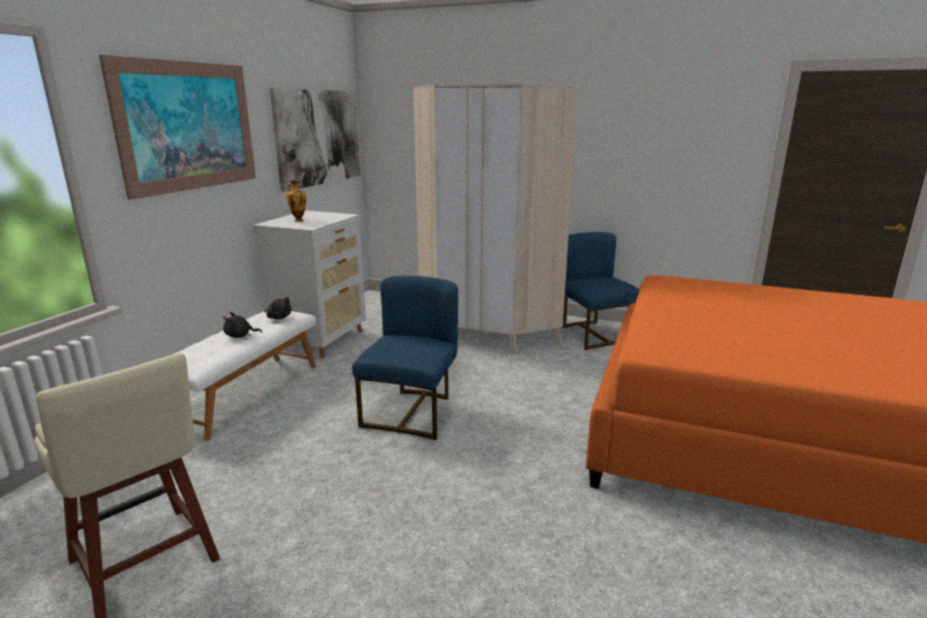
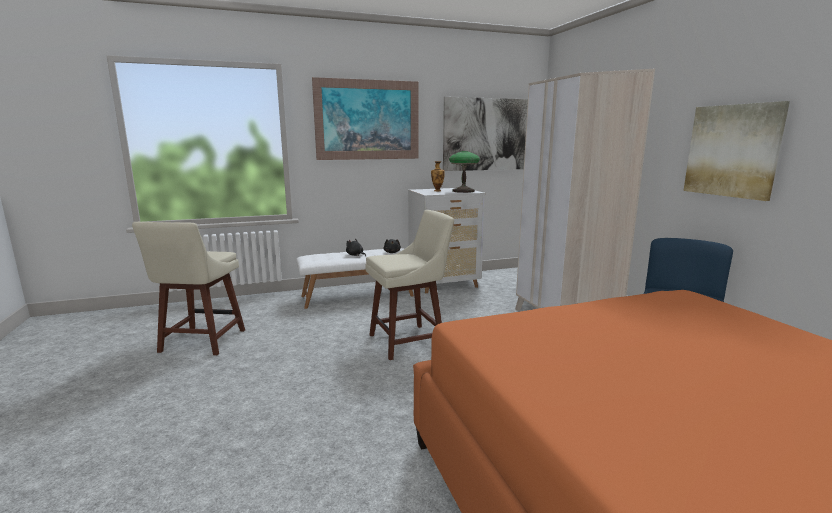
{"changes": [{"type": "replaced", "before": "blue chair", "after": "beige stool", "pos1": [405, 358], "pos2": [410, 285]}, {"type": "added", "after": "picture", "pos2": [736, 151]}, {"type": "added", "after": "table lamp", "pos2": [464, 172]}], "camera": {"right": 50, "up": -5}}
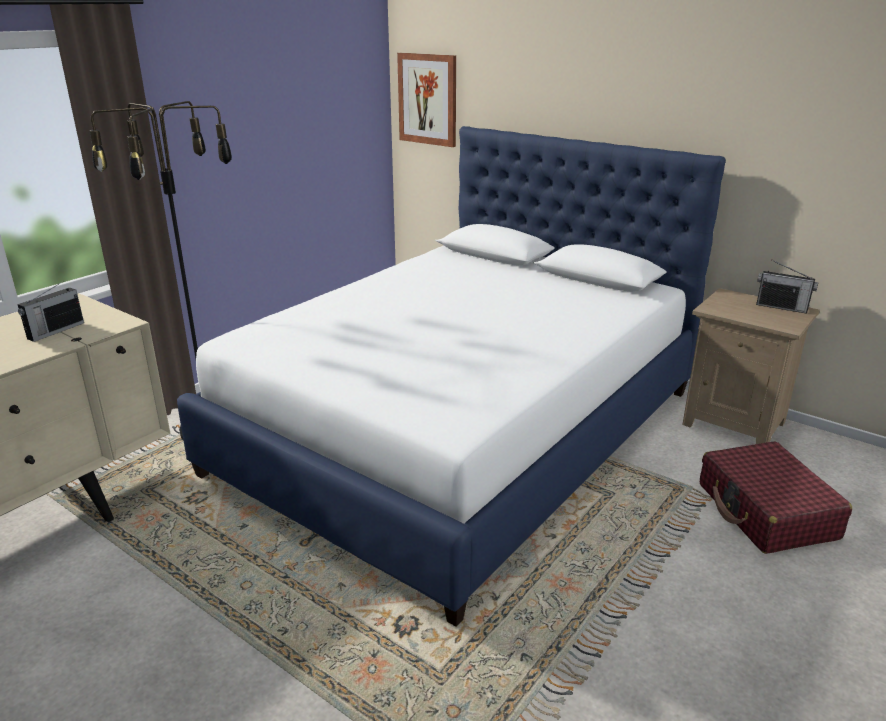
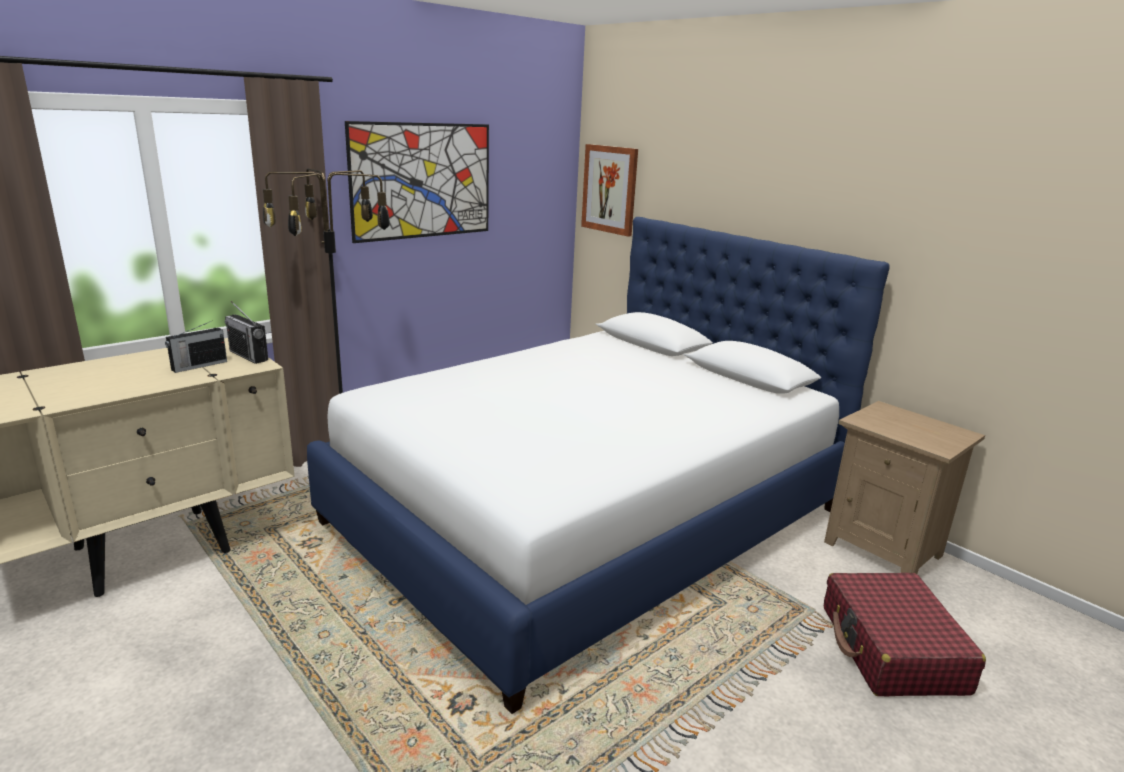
{"changes": [{"type": "moved", "before": "radio", "pos1": [787, 286], "pos2": [246, 332]}, {"type": "added", "after": "picture", "pos2": [417, 182]}], "camera": {"right": 10, "up": -5}}
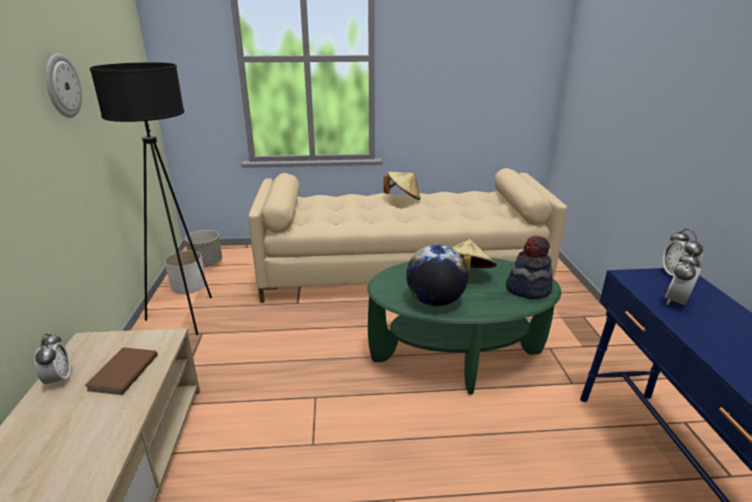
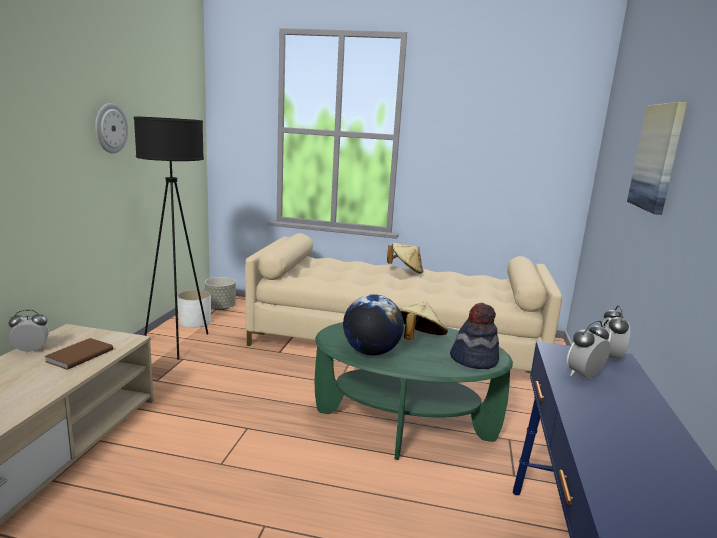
{"changes": [{"type": "turned", "before": "alarm clock", "pos1": [52, 359], "pos2": [29, 331], "turn": -105}, {"type": "added", "after": "picture", "pos2": [657, 158]}], "camera": {"right": 15, "up": -10}}
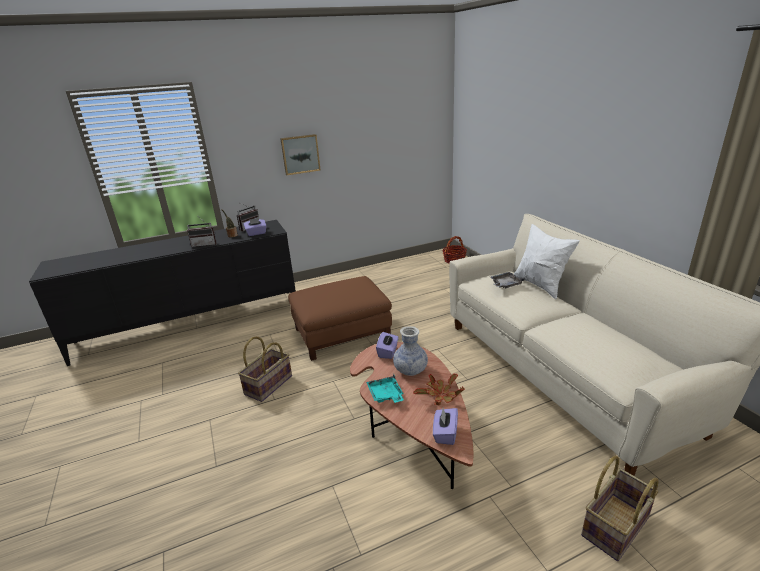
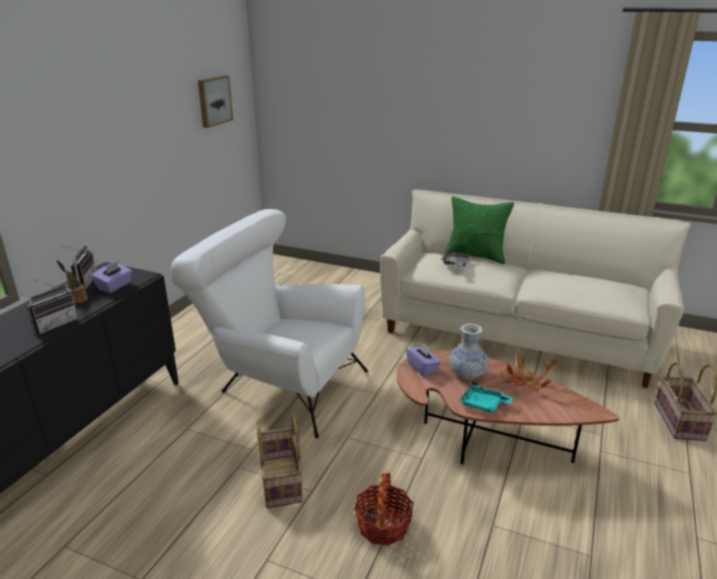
{"changes": [{"type": "moved", "before": "picture", "pos1": [300, 154], "pos2": [215, 101]}, {"type": "recoloured", "before": "white pillow", "after": "green pillow", "pos1": [547, 261], "pos2": [479, 230]}, {"type": "moved", "before": "basket", "pos1": [454, 249], "pos2": [383, 509]}, {"type": "replaced", "before": "brown ottoman", "after": "white armchair", "pos1": [340, 318], "pos2": [269, 323]}, {"type": "removed", "before": "purple tissue box", "pos1": [445, 426]}], "camera": {"right": -45, "up": 0}}
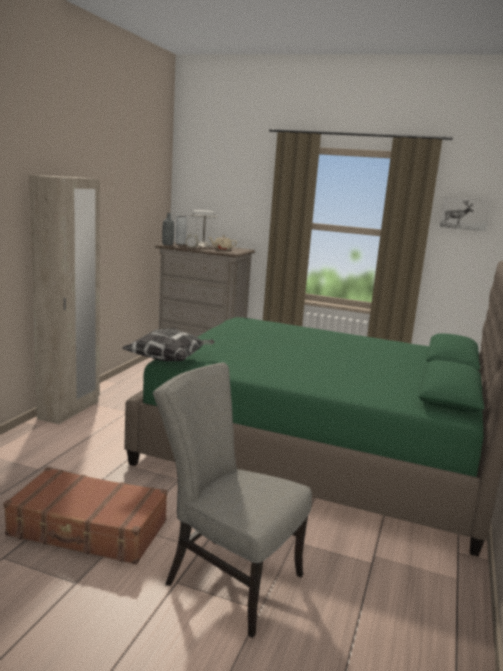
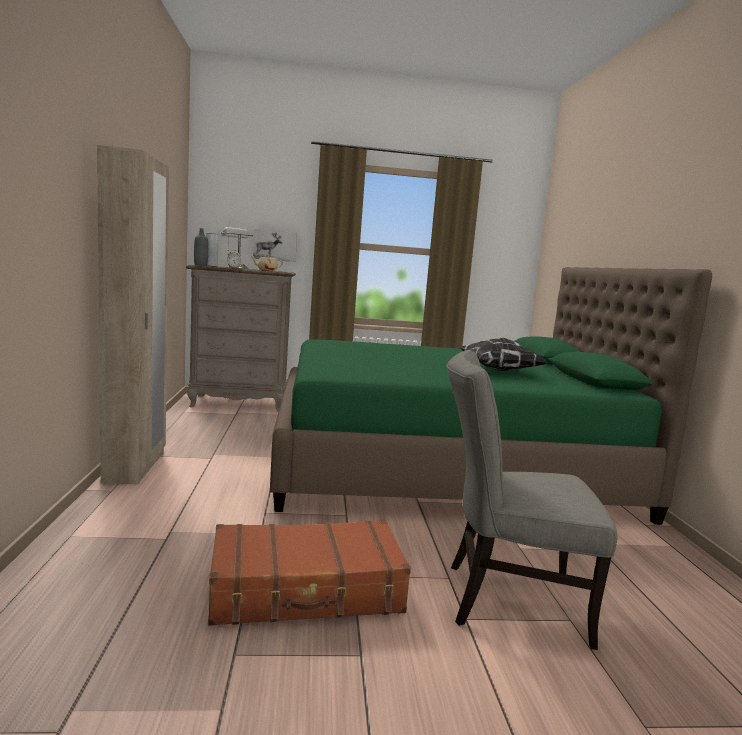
{"changes": [{"type": "moved", "before": "picture", "pos1": [465, 214], "pos2": [275, 245]}, {"type": "moved", "before": "pillow", "pos1": [168, 345], "pos2": [503, 354]}], "camera": {"right": -25, "up": -5}}
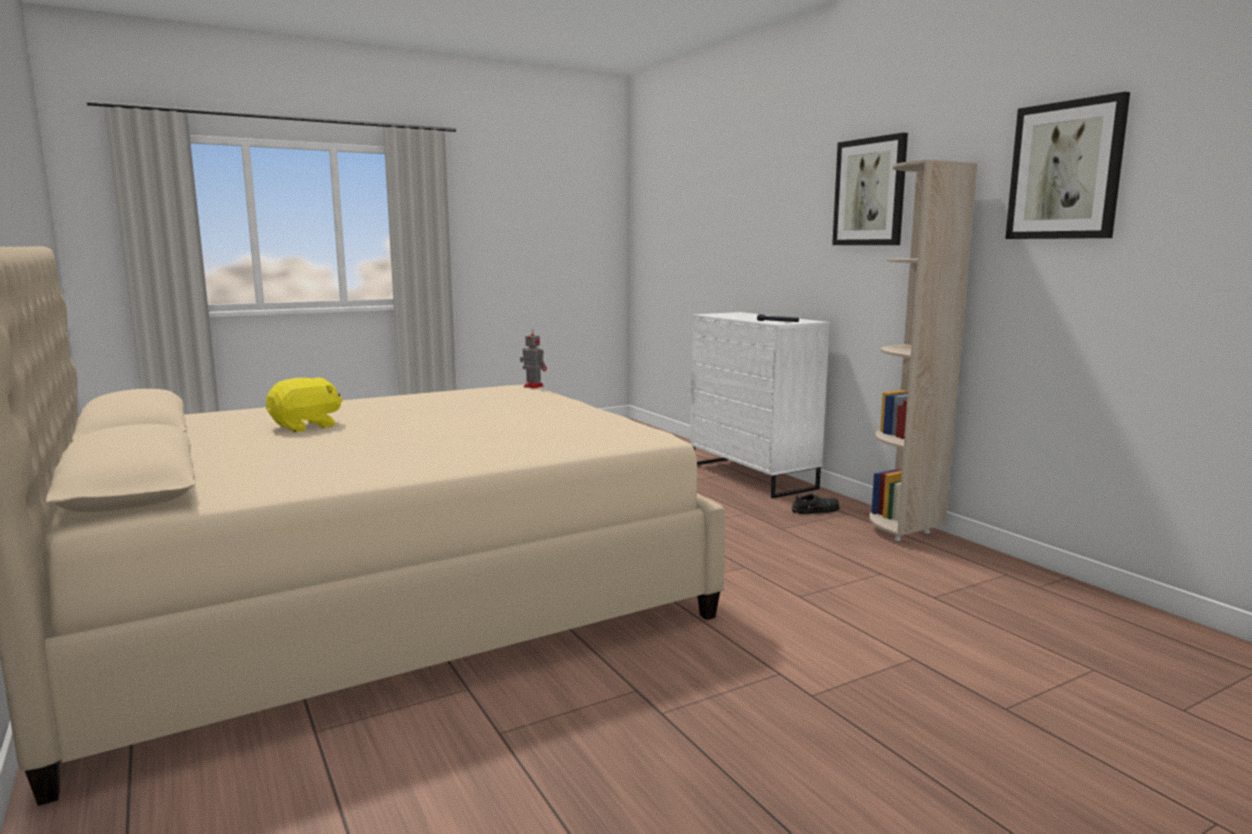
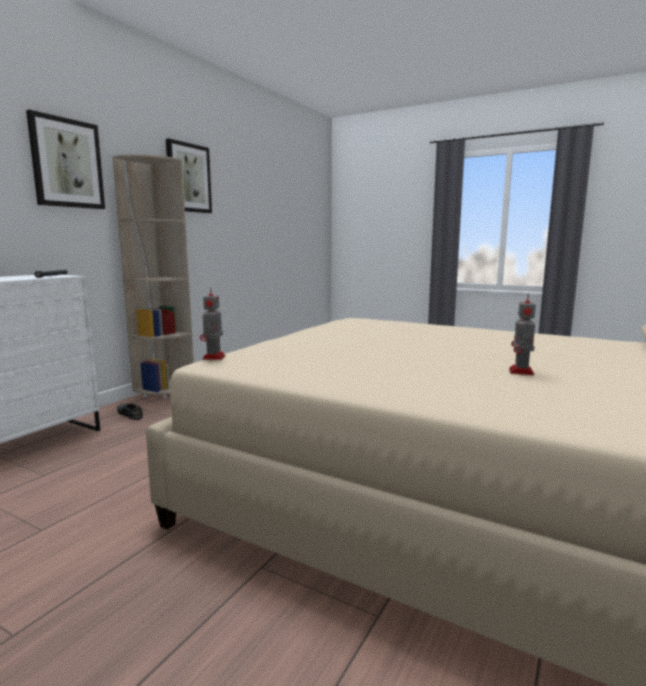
{"changes": [{"type": "replaced", "before": "yellow plush toy", "after": "toy robot", "pos1": [304, 404], "pos2": [522, 334]}], "camera": {"right": -120, "up": 0}}
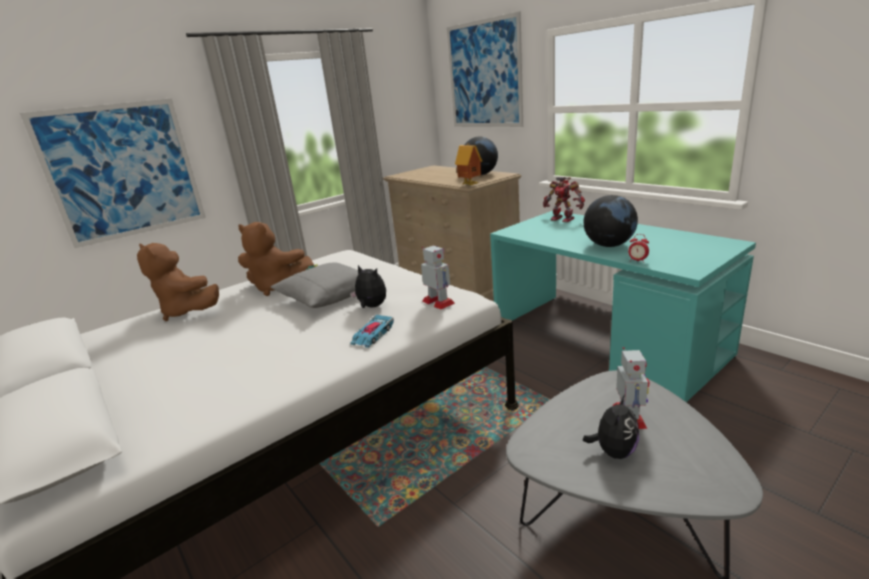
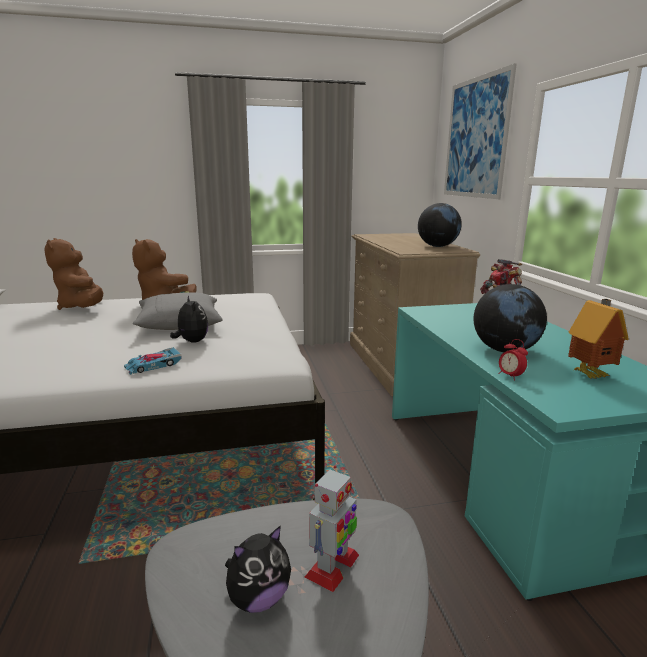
{"changes": [{"type": "removed", "before": "picture", "pos1": [113, 173]}, {"type": "moved", "before": "toy house", "pos1": [468, 164], "pos2": [598, 339]}, {"type": "removed", "before": "toy robot", "pos1": [438, 277]}], "camera": {"right": 25, "up": -5}}
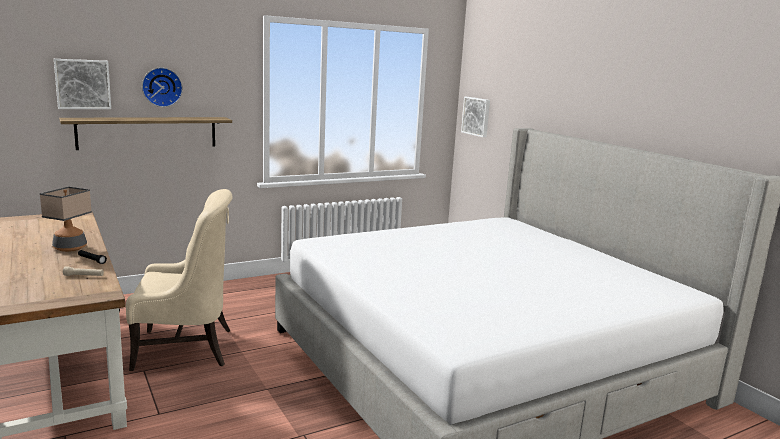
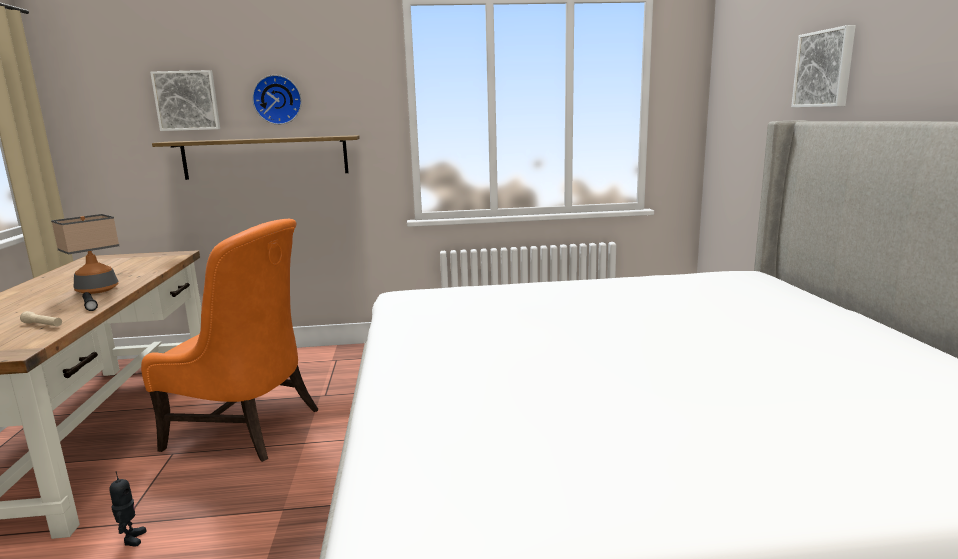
{"changes": [{"type": "moved", "before": "picture", "pos1": [475, 117], "pos2": [823, 66]}, {"type": "recoloured", "before": "beige chair", "after": "orange chair", "pos1": [179, 280], "pos2": [229, 340]}, {"type": "added", "after": "toy robot", "pos2": [127, 509]}], "camera": {"right": 25, "up": 0}}
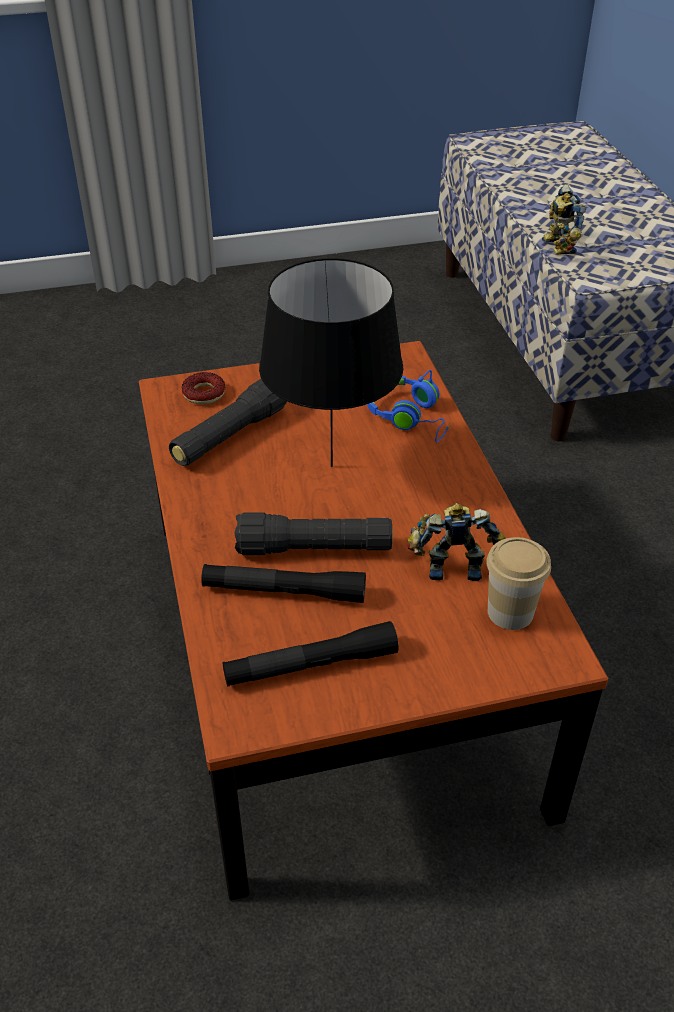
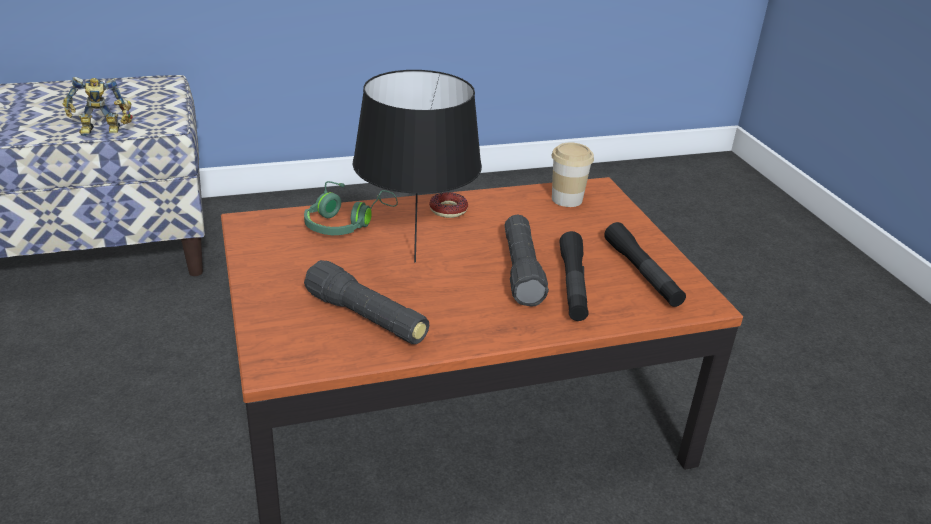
{"changes": [{"type": "recoloured", "before": "blue headphones", "after": "green headphones", "pos1": [408, 406], "pos2": [351, 208]}, {"type": "moved", "before": "donut", "pos1": [204, 388], "pos2": [448, 205]}, {"type": "removed", "before": "toy robot", "pos1": [456, 542]}], "camera": {"right": -95, "up": -10}}
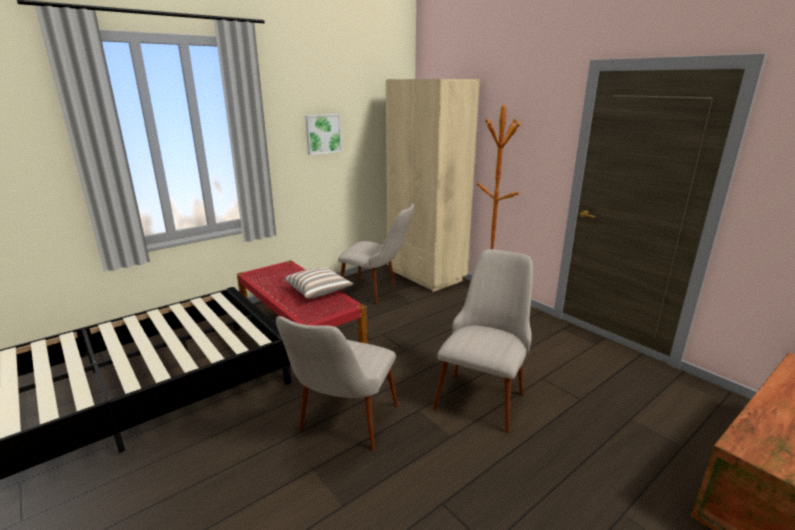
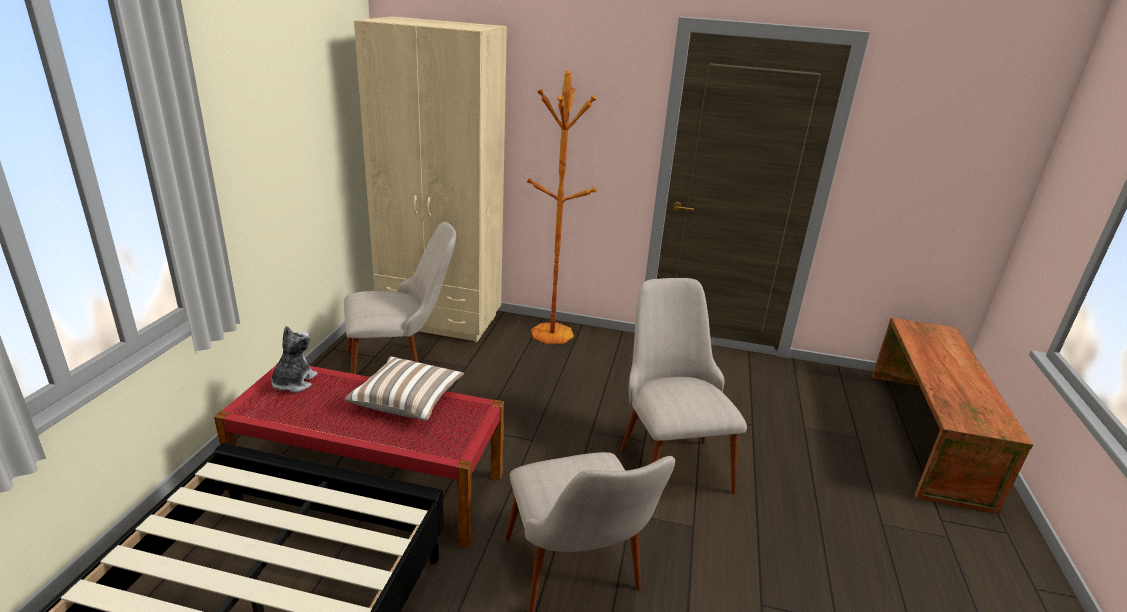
{"changes": [{"type": "removed", "before": "picture", "pos1": [323, 134]}, {"type": "added", "after": "plush toy", "pos2": [294, 359]}], "camera": {"right": -40, "up": 5}}
